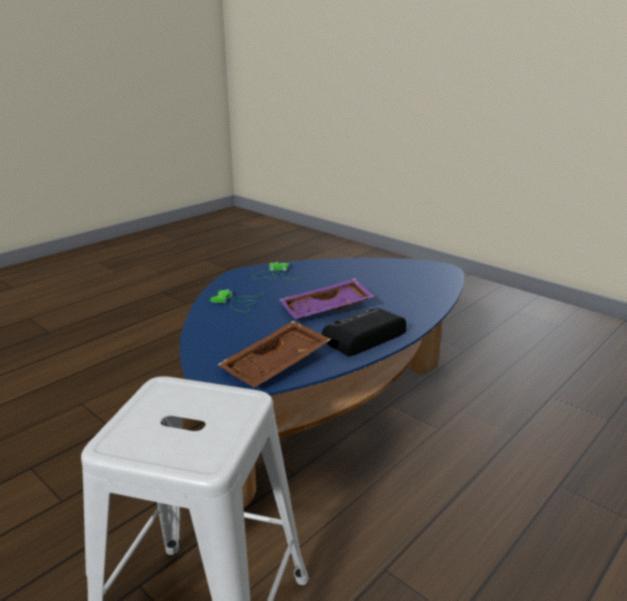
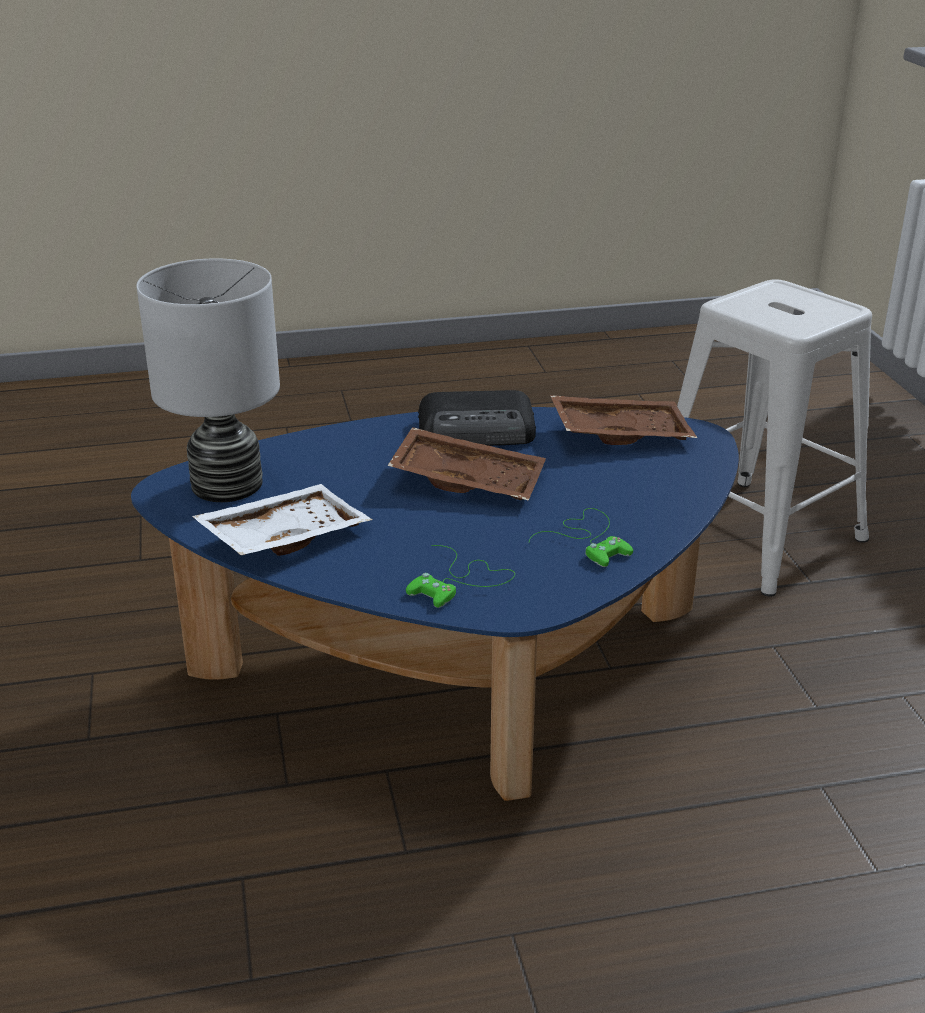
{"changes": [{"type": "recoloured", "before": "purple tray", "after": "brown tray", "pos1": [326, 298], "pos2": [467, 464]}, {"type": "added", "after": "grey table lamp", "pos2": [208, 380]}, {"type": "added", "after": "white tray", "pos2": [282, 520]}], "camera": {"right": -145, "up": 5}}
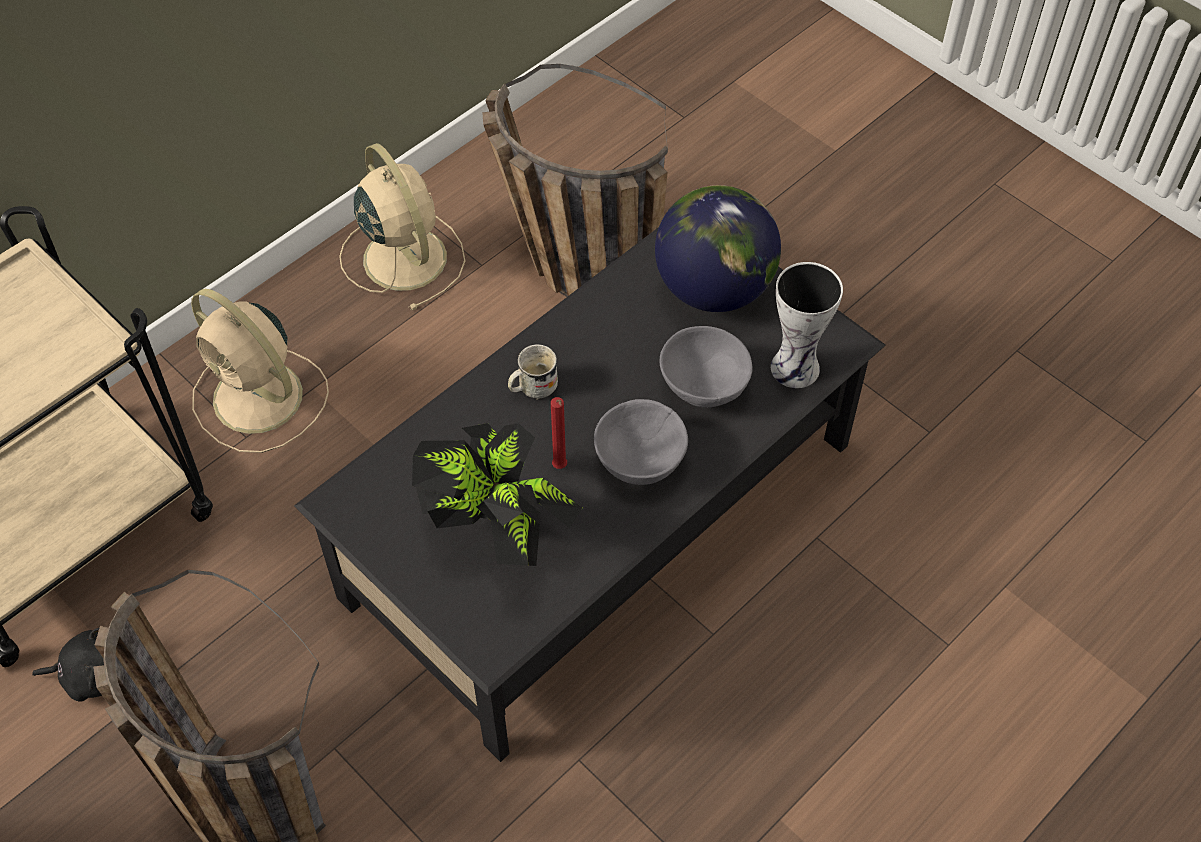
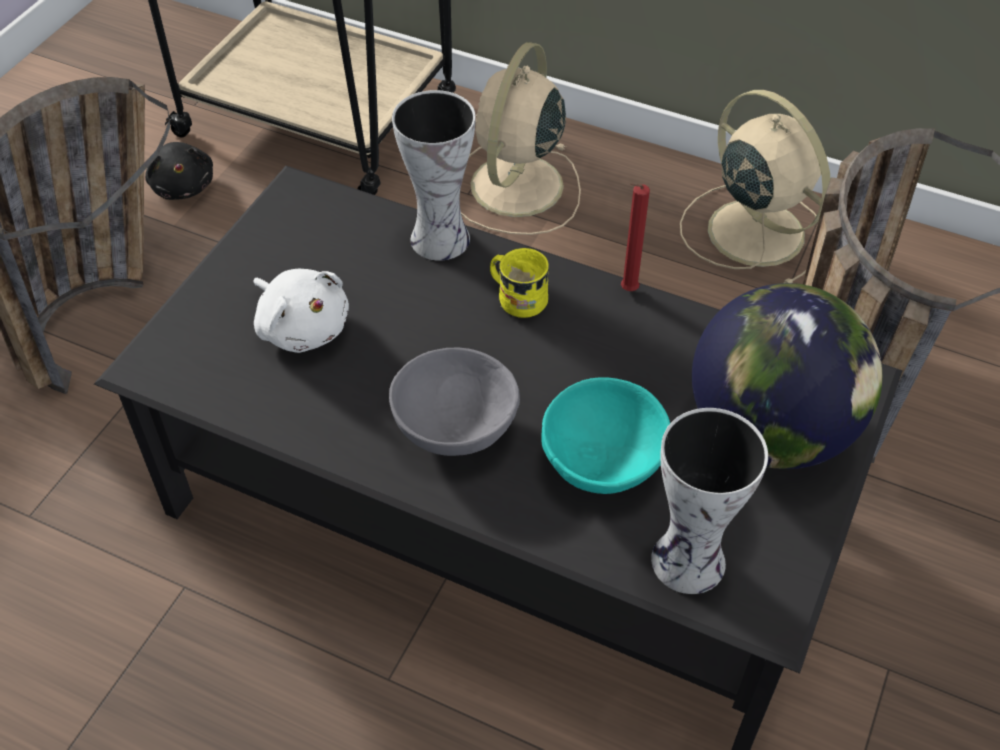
{"changes": [{"type": "turned", "before": "beige fan", "pos1": [402, 226], "pos2": [755, 186], "turn": -75}, {"type": "recoloured", "before": "grey bowl", "after": "turquoise bowl", "pos1": [706, 366], "pos2": [605, 435]}, {"type": "recoloured", "before": "white mug", "after": "yellow mug", "pos1": [533, 372], "pos2": [519, 283]}, {"type": "moved", "before": "red candle", "pos1": [559, 433], "pos2": [635, 237]}, {"type": "replaced", "before": "potted plant", "after": "white plush toy", "pos1": [497, 494], "pos2": [301, 311]}, {"type": "added", "after": "vase", "pos2": [434, 175]}], "camera": {"right": 70, "up": -5}}
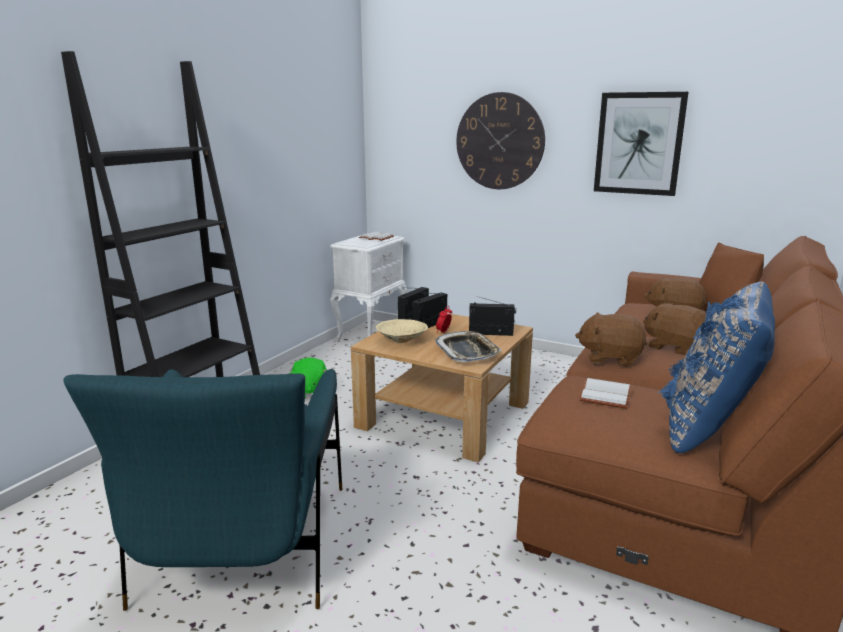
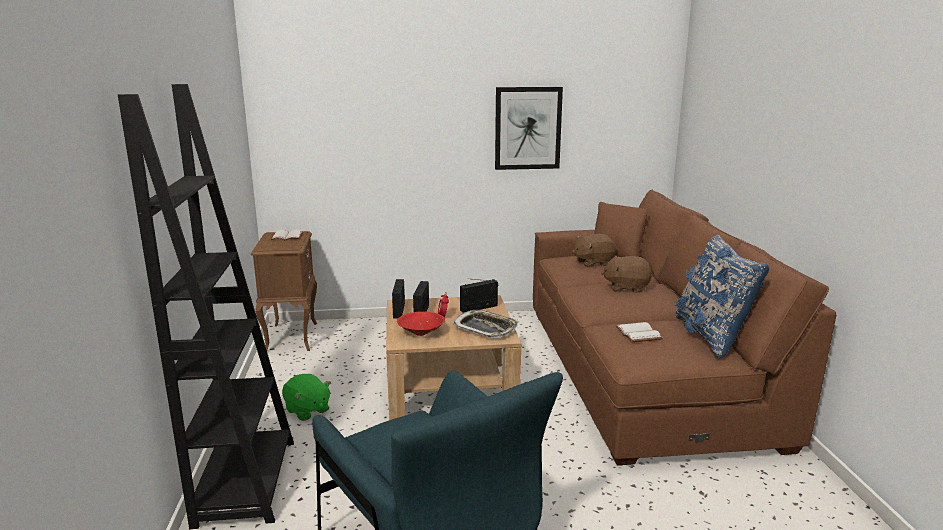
{"changes": [{"type": "removed", "before": "wall clock", "pos1": [500, 140]}, {"type": "recoloured", "before": "white nightstand", "after": "brown nightstand", "pos1": [368, 287], "pos2": [284, 291]}, {"type": "removed", "before": "brown plush toy", "pos1": [611, 340]}, {"type": "recoloured", "before": "beige bowl", "after": "red bowl", "pos1": [402, 331], "pos2": [421, 324]}], "camera": {"right": -35, "up": 0}}
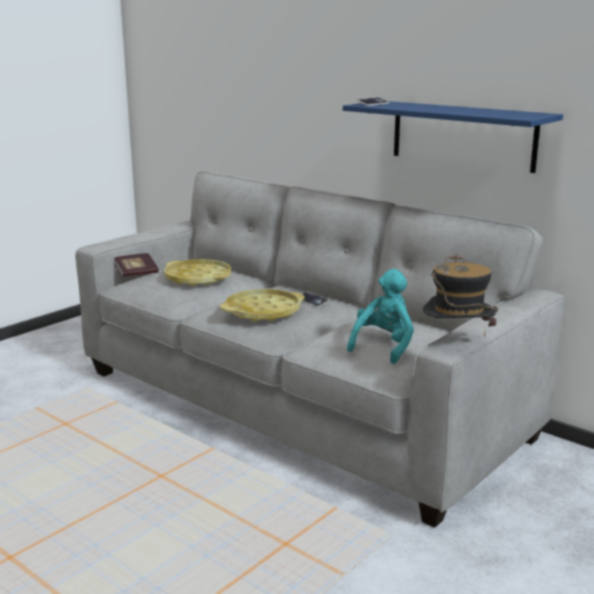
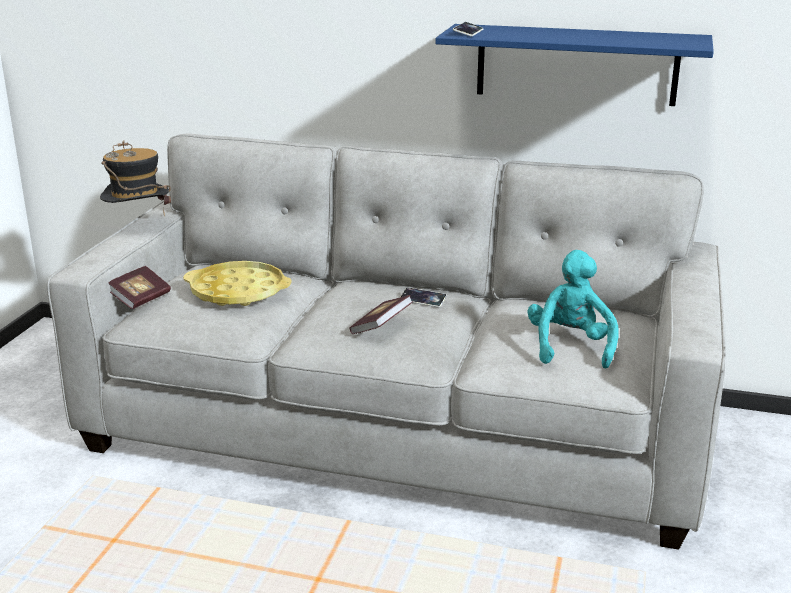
{"changes": [{"type": "moved", "before": "hat", "pos1": [460, 295], "pos2": [135, 179]}, {"type": "replaced", "before": "yellow tray", "after": "book", "pos1": [262, 305], "pos2": [381, 314]}], "camera": {"right": -25, "up": 5}}
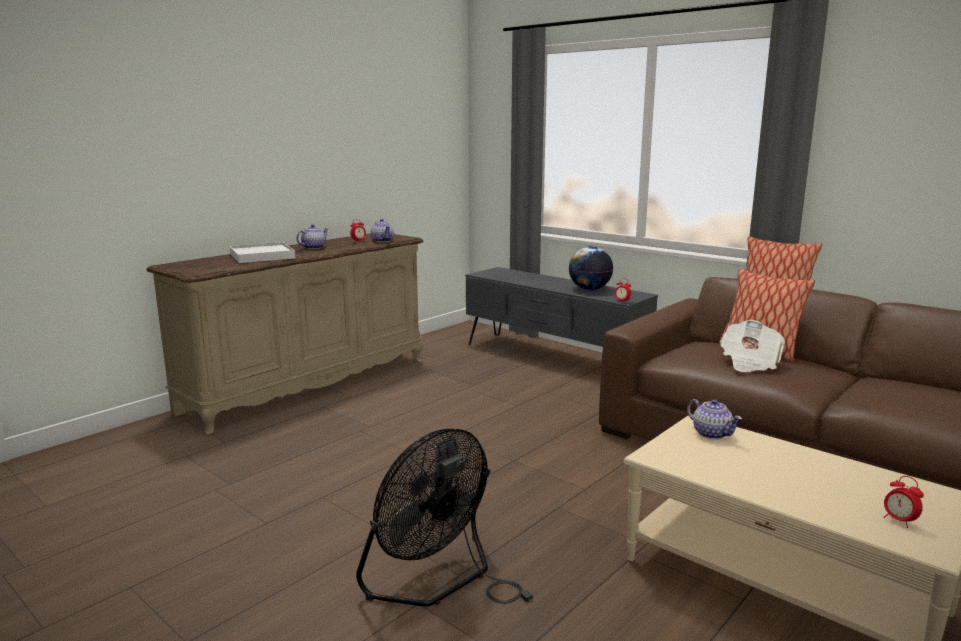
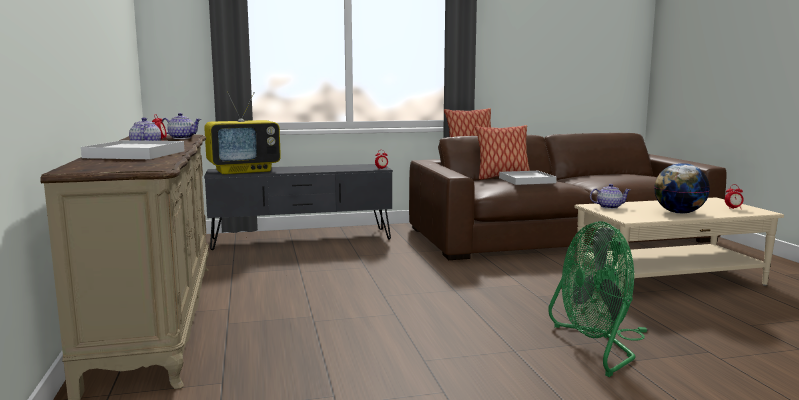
{"changes": [{"type": "moved", "before": "globe", "pos1": [591, 268], "pos2": [682, 188]}, {"type": "replaced", "before": "newspaper", "after": "white tray", "pos1": [752, 346], "pos2": [528, 178]}, {"type": "recoloured", "before": "black fan", "after": "green fan", "pos1": [444, 518], "pos2": [598, 299]}, {"type": "added", "after": "television", "pos2": [242, 132]}], "camera": {"right": -55, "up": -5}}
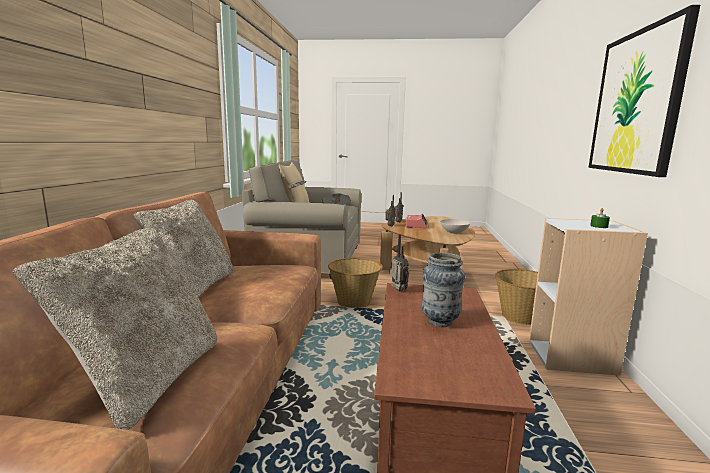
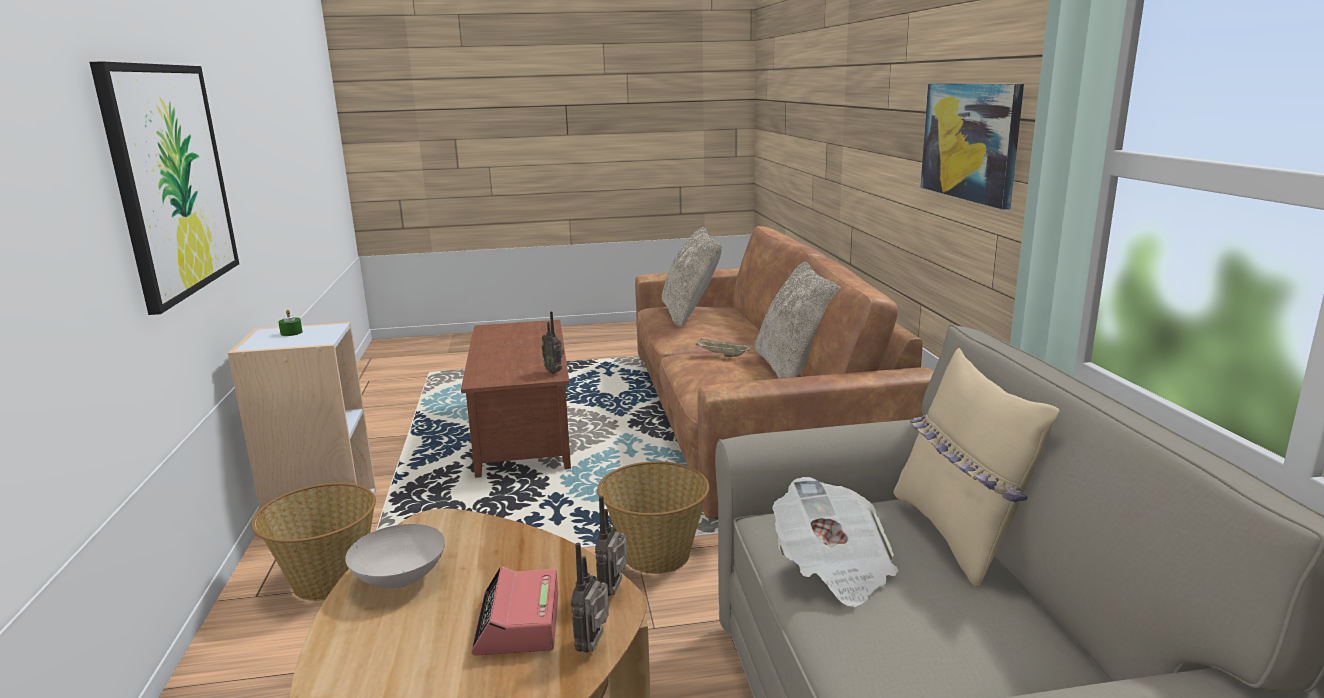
{"changes": [{"type": "removed", "before": "vase", "pos1": [443, 289]}, {"type": "added", "after": "picture", "pos2": [972, 147]}, {"type": "added", "after": "beige tray", "pos2": [724, 347]}], "camera": {"right": 165, "up": 5}}
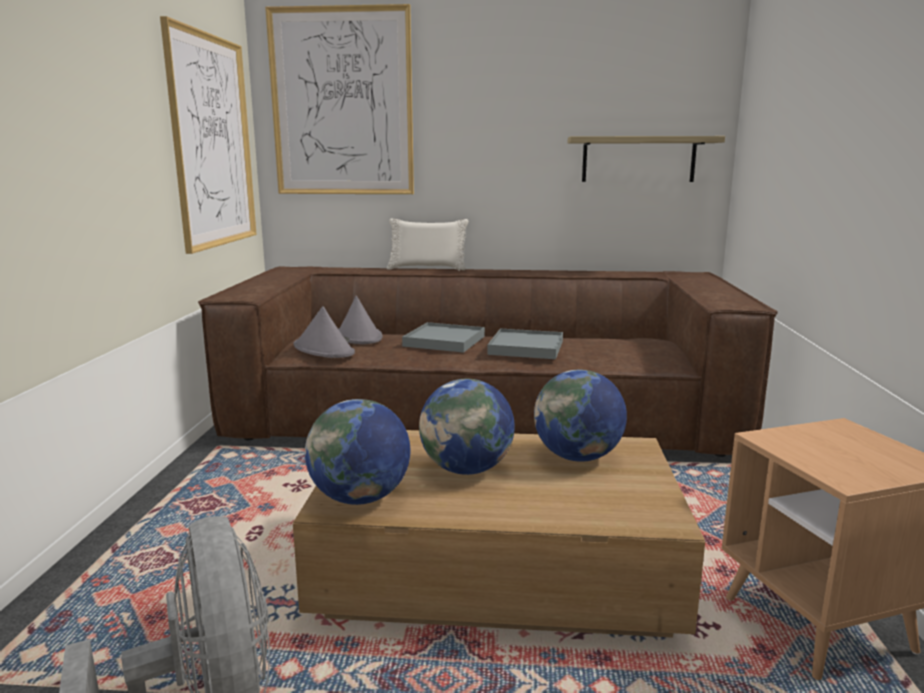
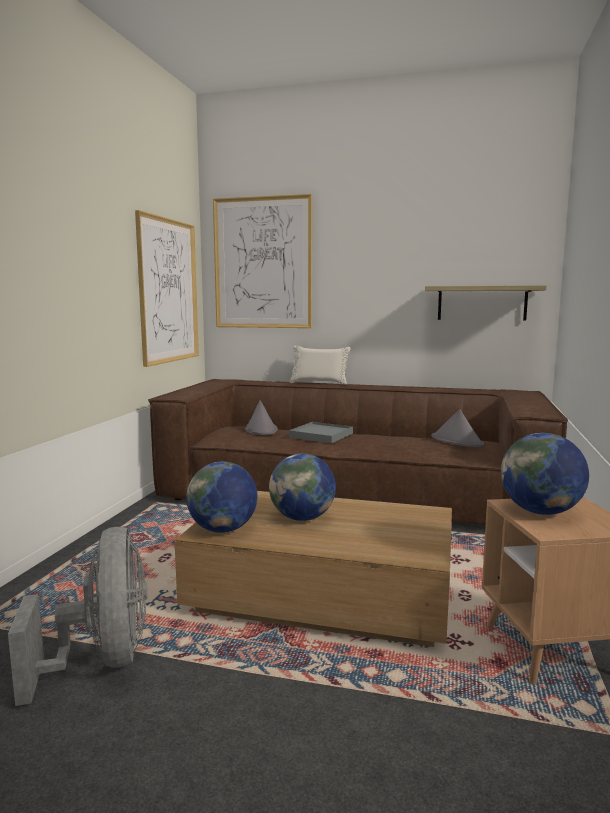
{"changes": [{"type": "moved", "before": "grey hat", "pos1": [324, 332], "pos2": [457, 428]}, {"type": "removed", "before": "grey tray", "pos1": [525, 343]}, {"type": "moved", "before": "globe", "pos1": [580, 416], "pos2": [545, 474]}], "camera": {"right": 10, "up": -5}}
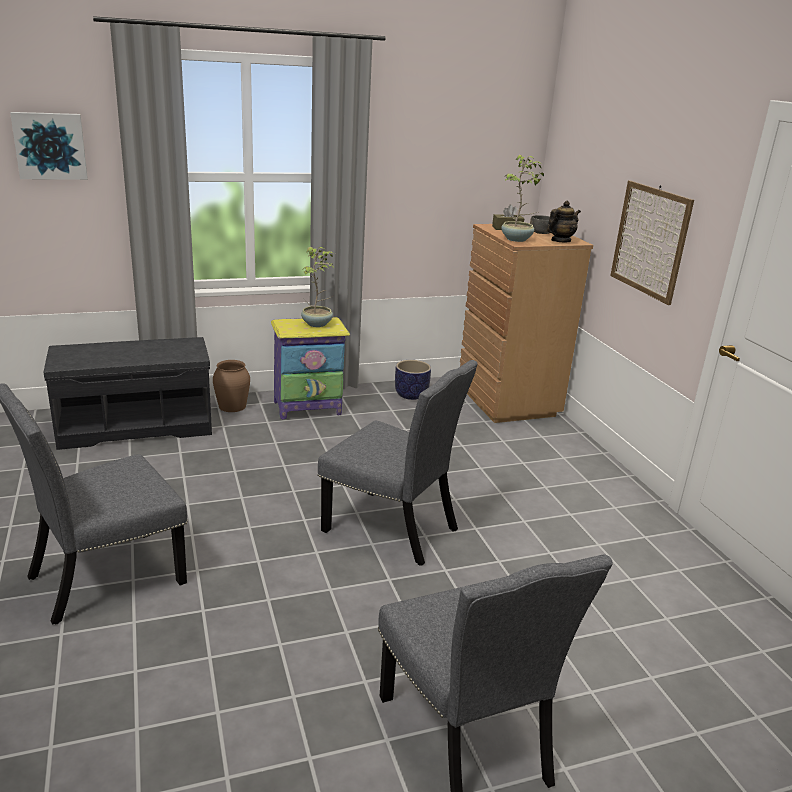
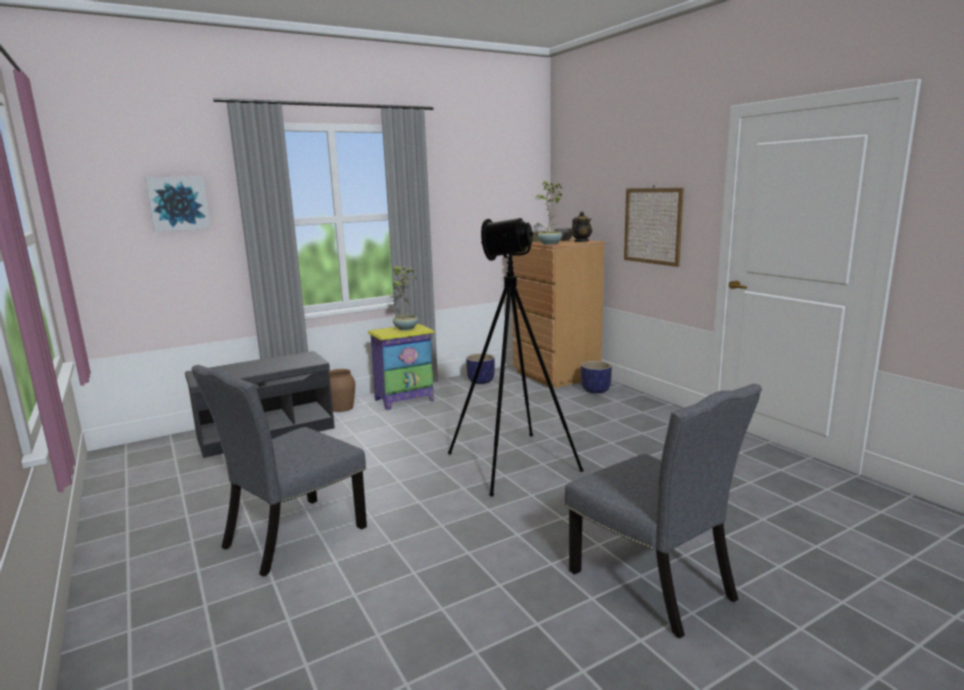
{"changes": [{"type": "replaced", "before": "grey chair", "after": "black floor lamp", "pos1": [397, 463], "pos2": [516, 357]}, {"type": "added", "after": "planter", "pos2": [596, 377]}], "camera": {"right": -10, "up": -10}}
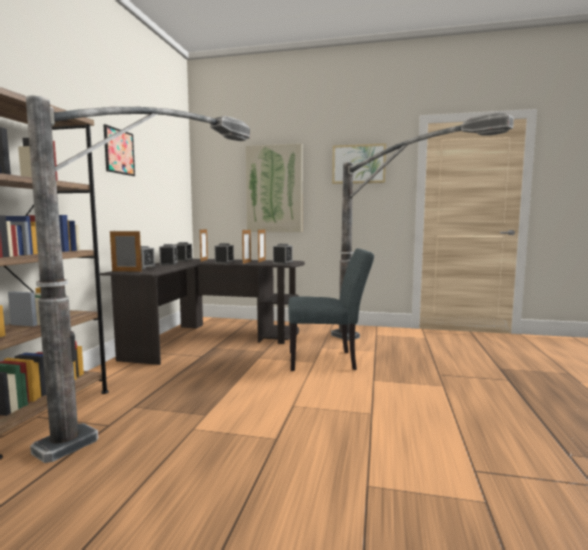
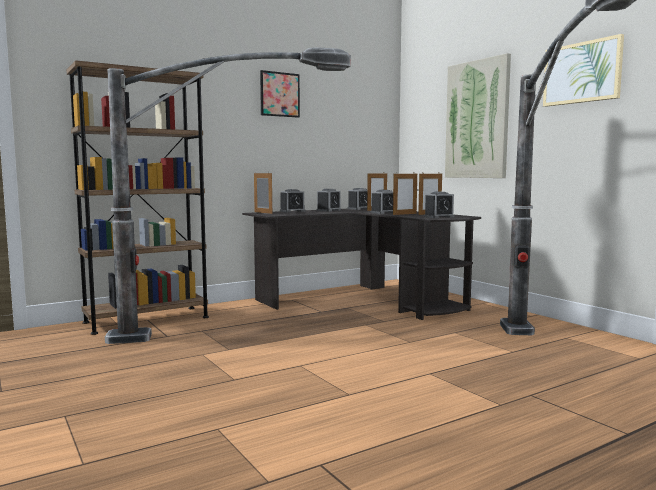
{"changes": [{"type": "removed", "before": "grey chair", "pos1": [331, 309]}], "camera": {"right": 45, "up": 0}}
